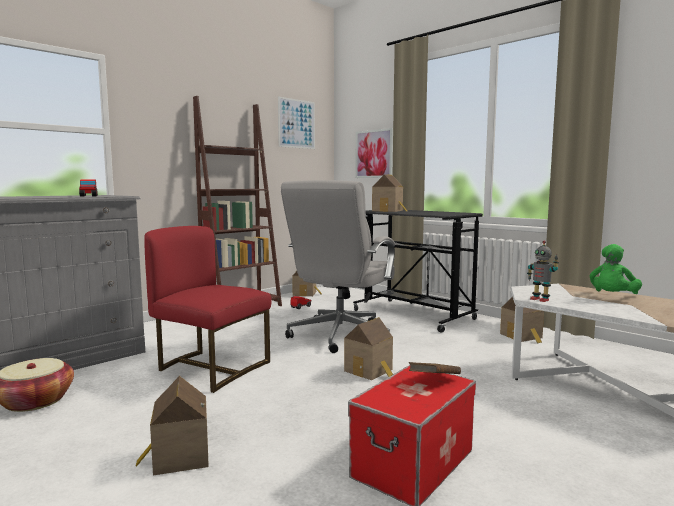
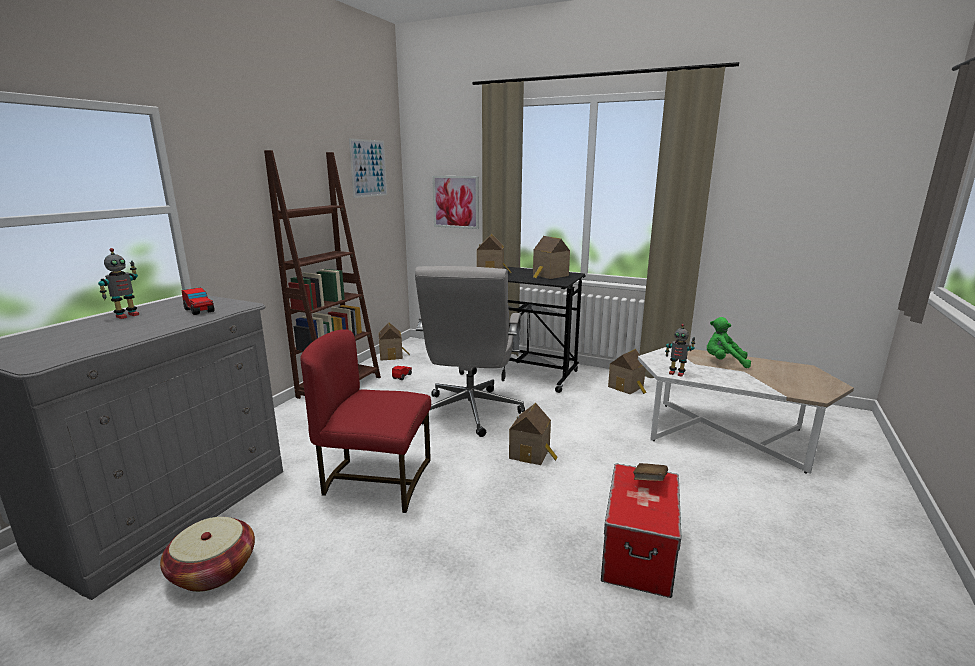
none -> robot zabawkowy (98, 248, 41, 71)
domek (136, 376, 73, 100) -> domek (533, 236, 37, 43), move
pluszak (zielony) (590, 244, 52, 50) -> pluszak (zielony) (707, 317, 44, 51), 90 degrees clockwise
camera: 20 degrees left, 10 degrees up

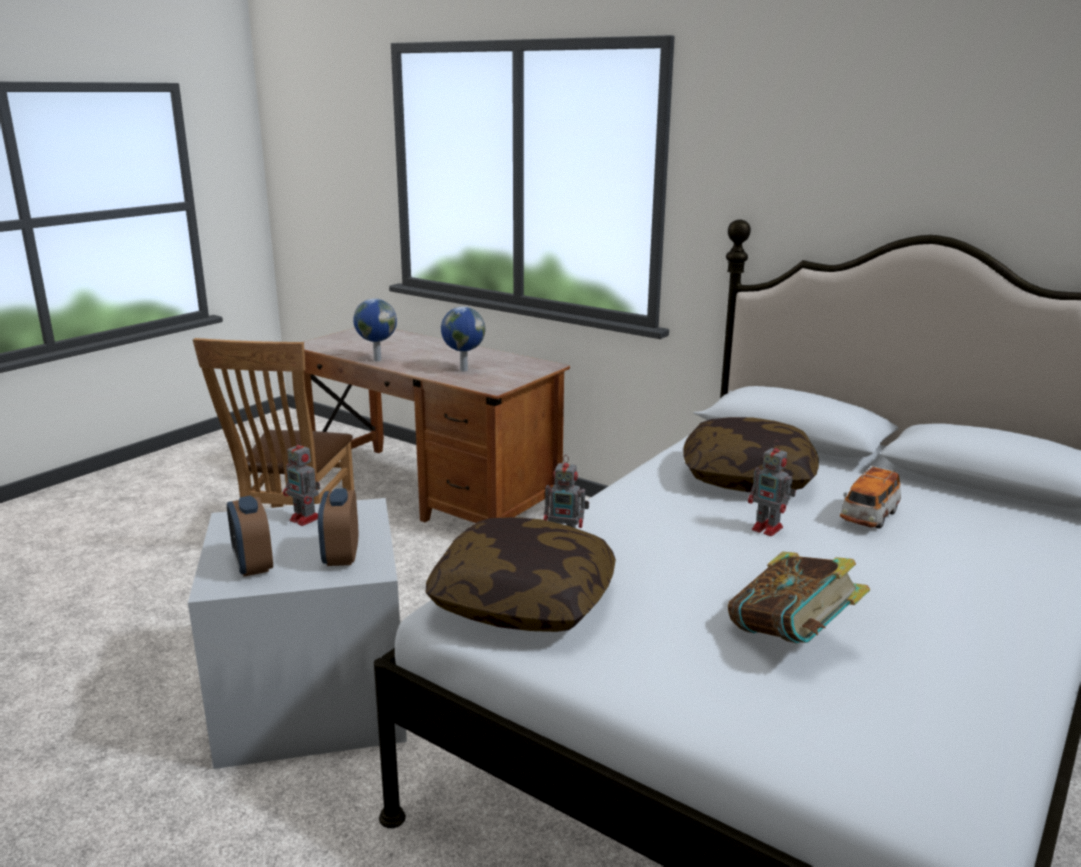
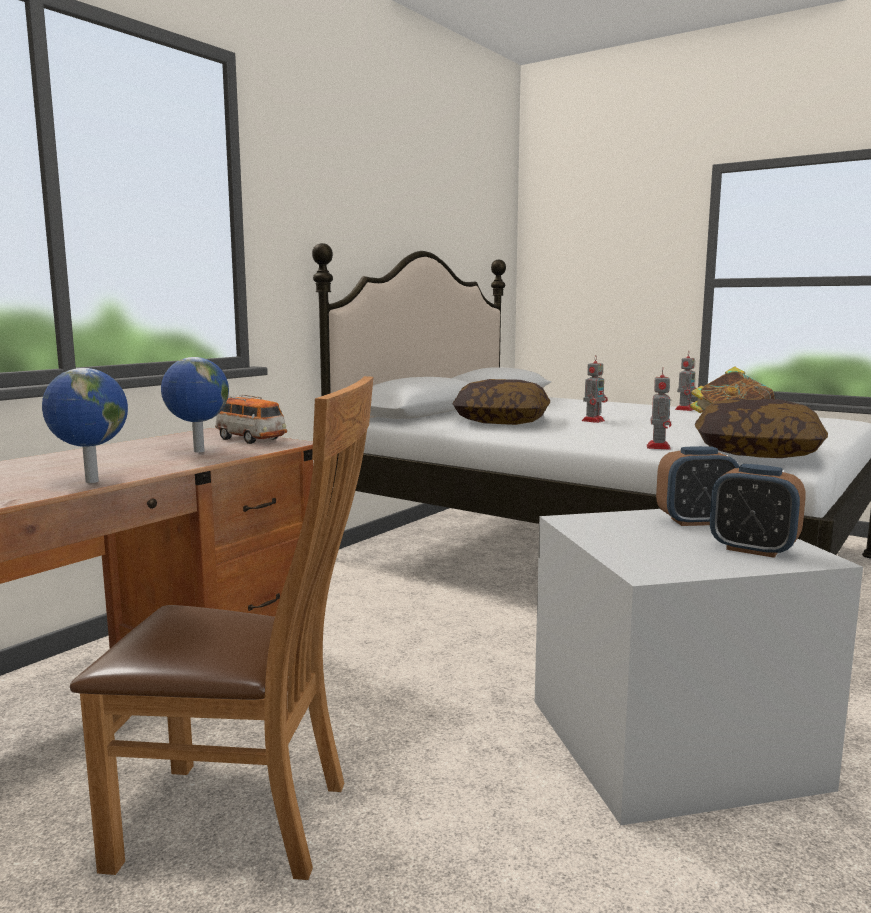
robot zabawkowy (283, 439, 37, 87) -> robot zabawkowy (675, 351, 21, 60), move
samochodzik (840, 465, 61, 64) -> samochodzik (215, 394, 72, 50), move
budzik (227, 496, 46, 81) -> budzik (710, 464, 96, 94), 60 degrees clockwise
camera: 90 degrees left, 10 degrees down

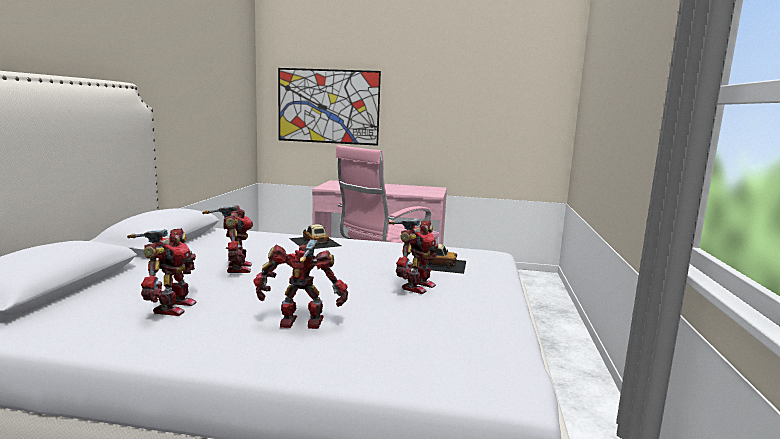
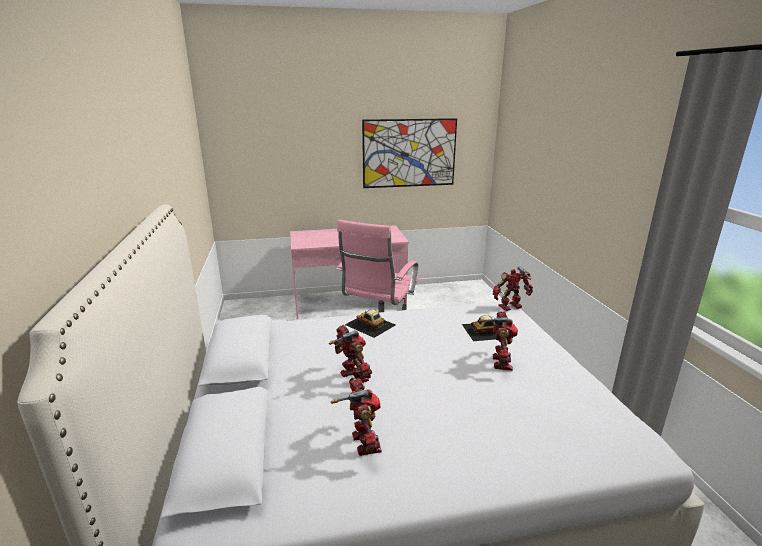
robot zabawkowy (253, 239, 95, 90) -> robot zabawkowy (493, 266, 40, 45), move
obraz (278, 68, 103, 78) -> obraz (362, 118, 95, 70), move
camera: 20 degrees left, 10 degrees up

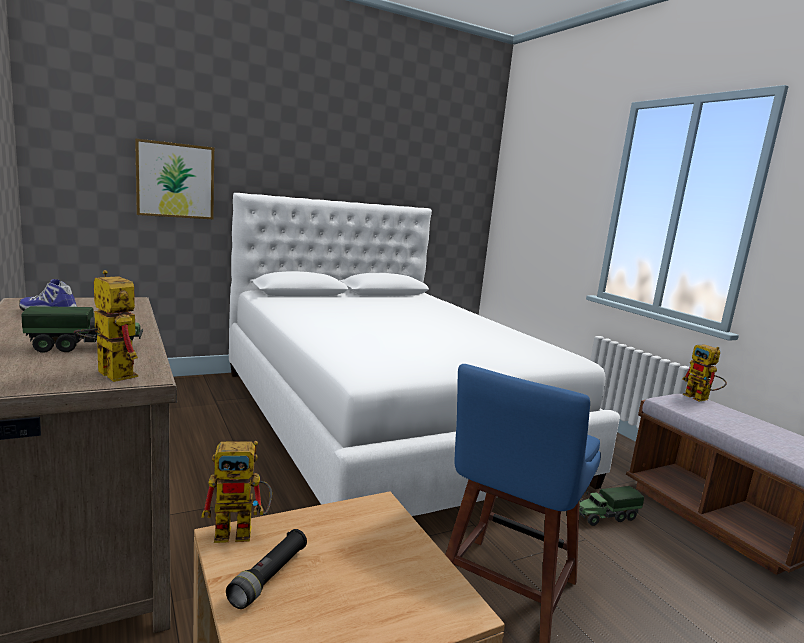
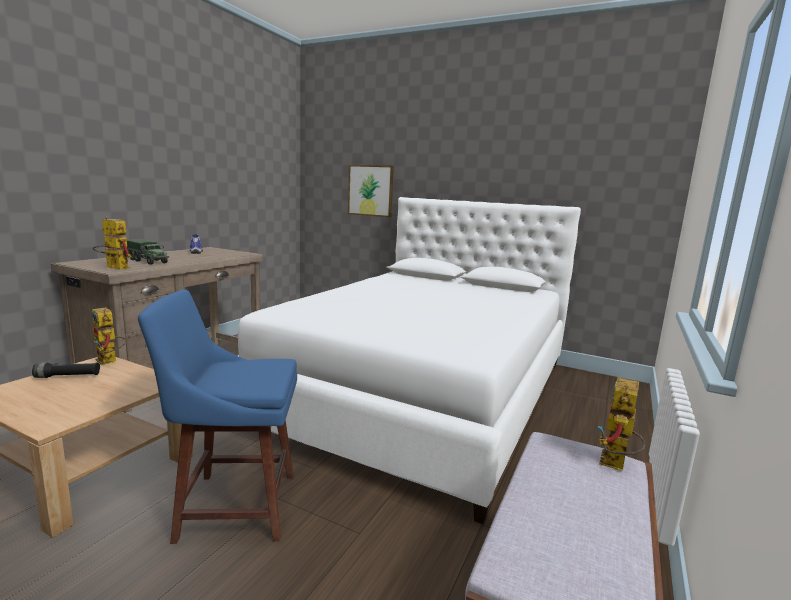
ciężarówka zabawkowa (579, 486, 65, 40) -> none
robot zabawkowy (74, 270, 64, 112) -> robot zabawkowy (93, 216, 38, 54), 75 degrees counterclockwise
camera: 55 degrees right, 0 degrees up

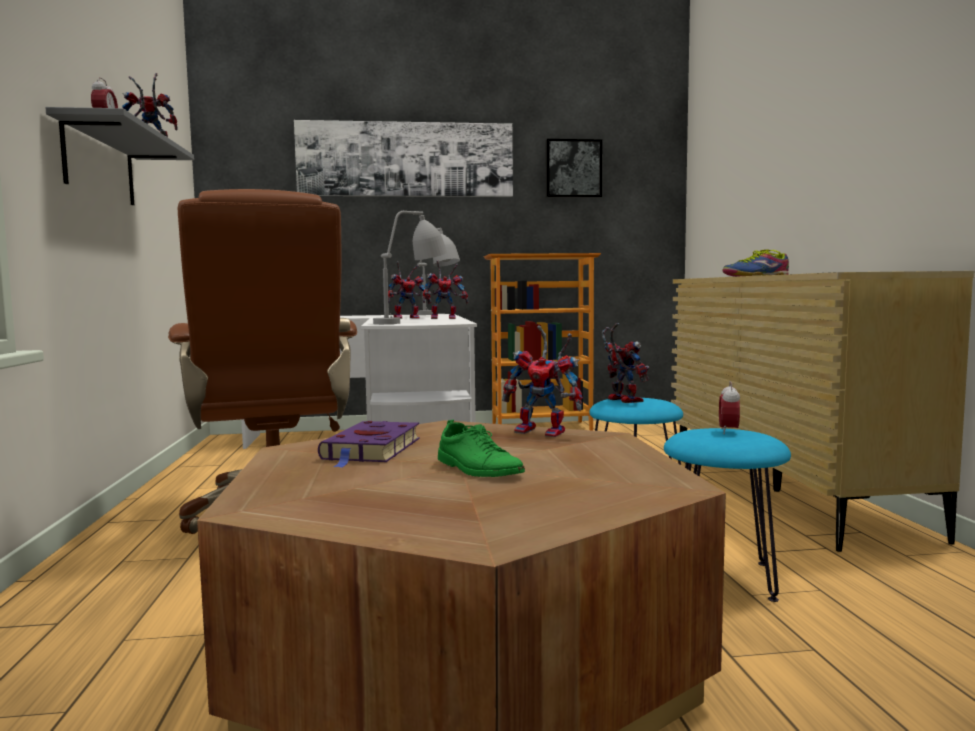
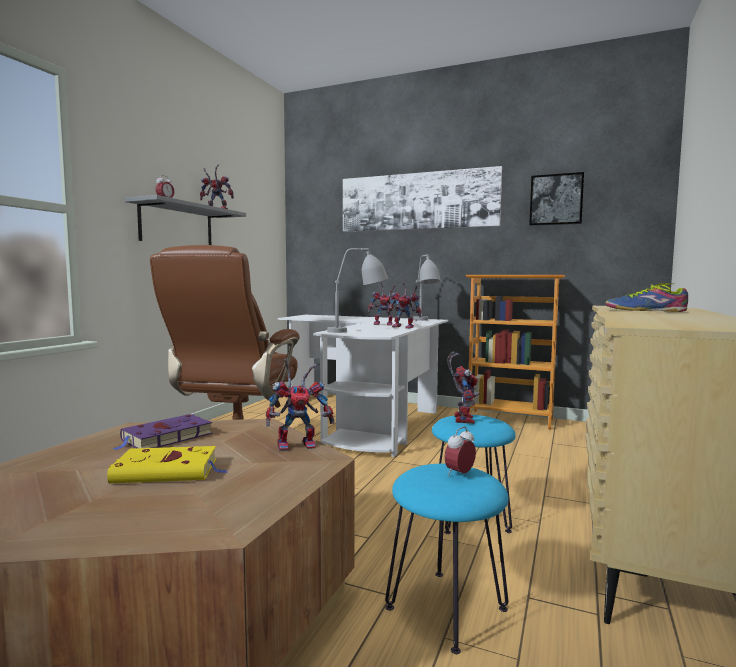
but (zielony) (438, 420, 87, 57) -> książka (żółty) (107, 446, 121, 37)
robot zabawkowy (502, 325, 81, 112) -> robot zabawkowy (266, 359, 69, 92), 75 degrees counterclockwise
camera: 30 degrees right, 0 degrees up

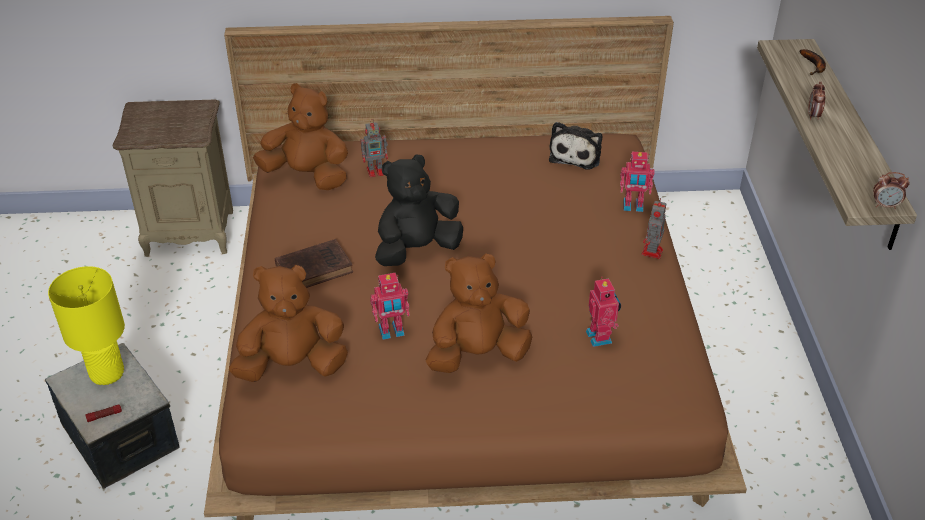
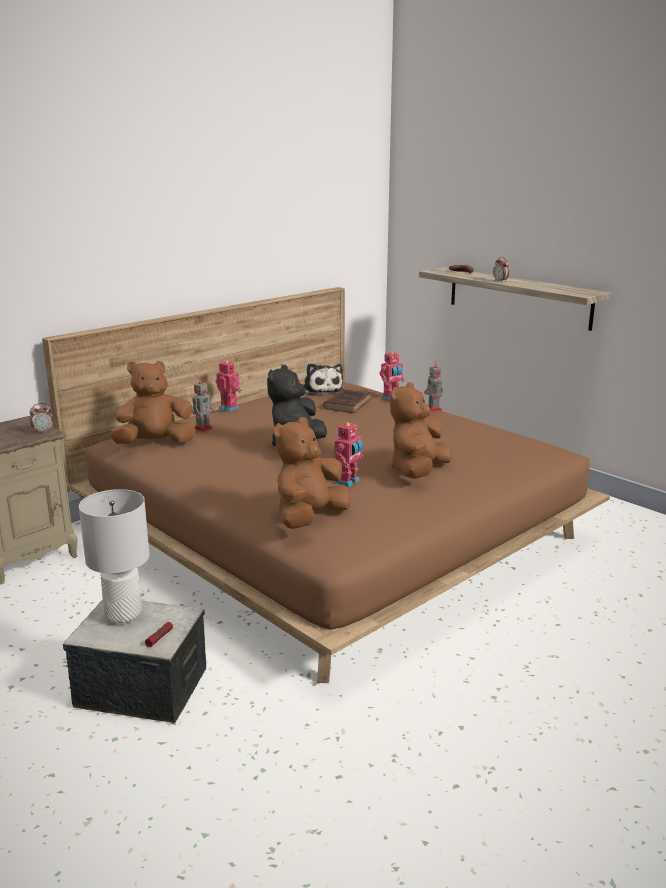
książka (brązowy) (275, 239, 78, 49) -> książka (brązowy) (323, 389, 48, 24), move
robot zabawkowy (586, 277, 35, 70) -> robot zabawkowy (216, 360, 26, 52), move
budzik (873, 172, 37, 37) -> budzik (29, 403, 24, 31), move
lampa stołowa (żółty) (48, 266, 77, 119) -> lampa stołowa (szary) (79, 489, 71, 135)
camera: 40 degrees left, 20 degrees down

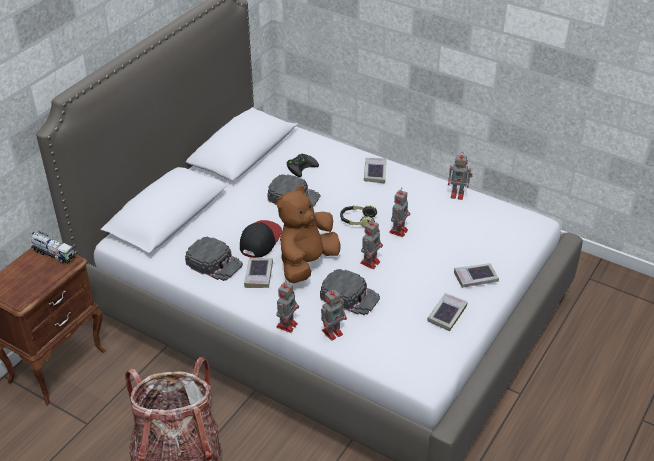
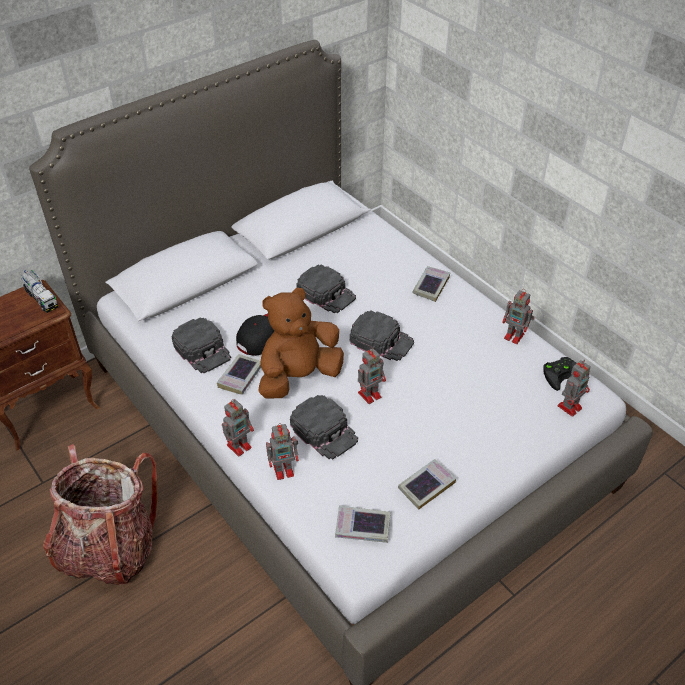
pad do gier (czarny) (286, 154, 33, 23) -> pad do gier (czarny) (543, 357, 34, 34), move
robot zabawkowy (389, 190, 21, 47) -> robot zabawkowy (557, 360, 34, 57), move
książka (454, 263, 45, 25) -> książka (335, 505, 55, 38), move
słuchawki (340, 205, 37, 23) -> czapka z daszkiem (czarny) (350, 310, 64, 51)
camera: 20 degrees right, 5 degrees up

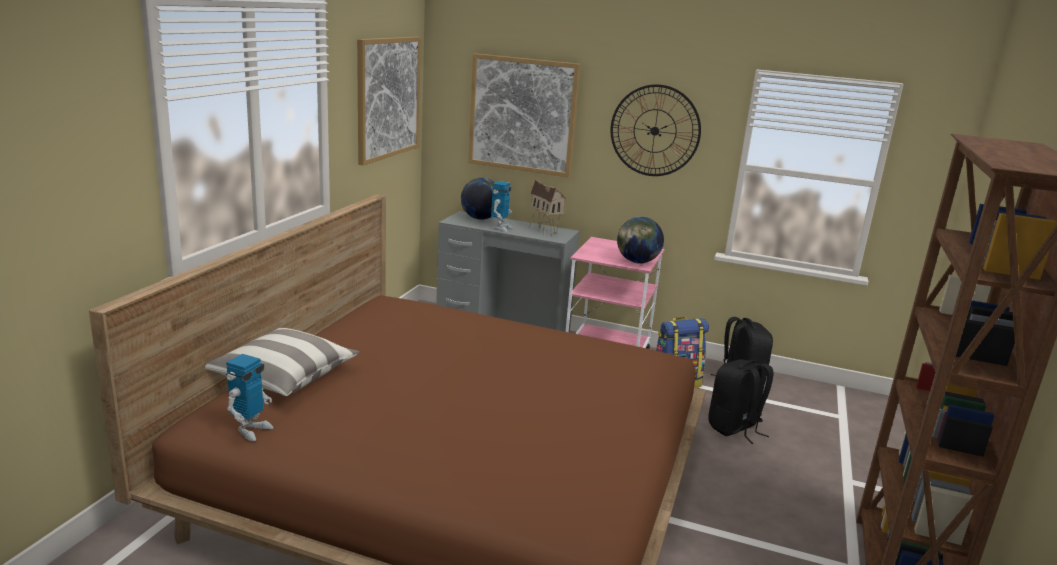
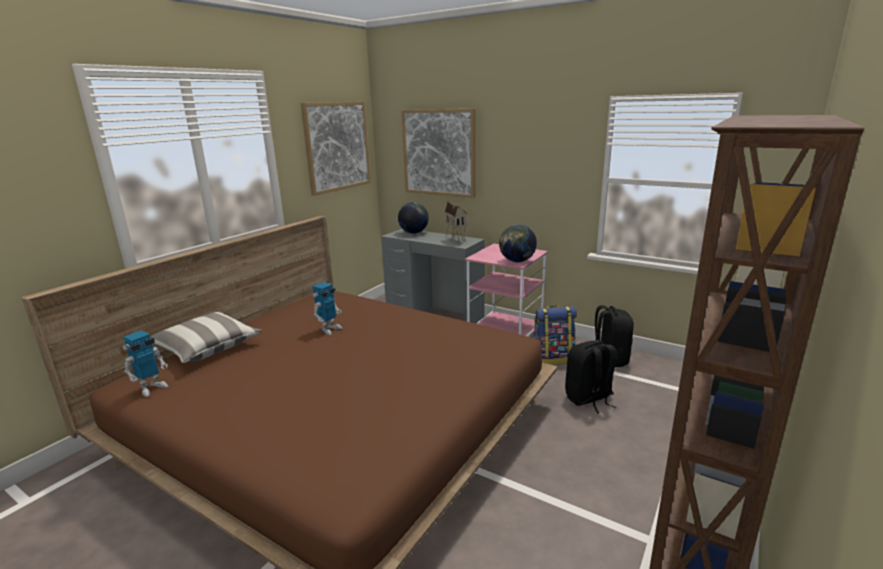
zegar ścienny (610, 84, 91, 92) -> none
robot zabawkowy (491, 181, 22, 51) -> robot zabawkowy (313, 282, 30, 53), move
camera: 15 degrees right, 0 degrees up

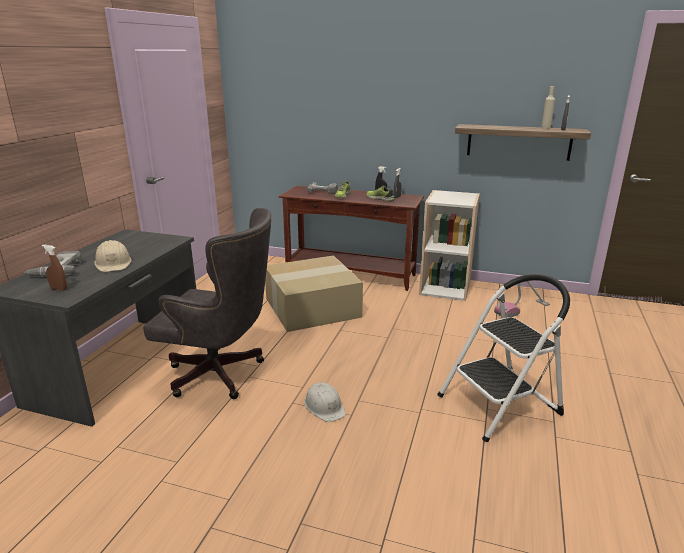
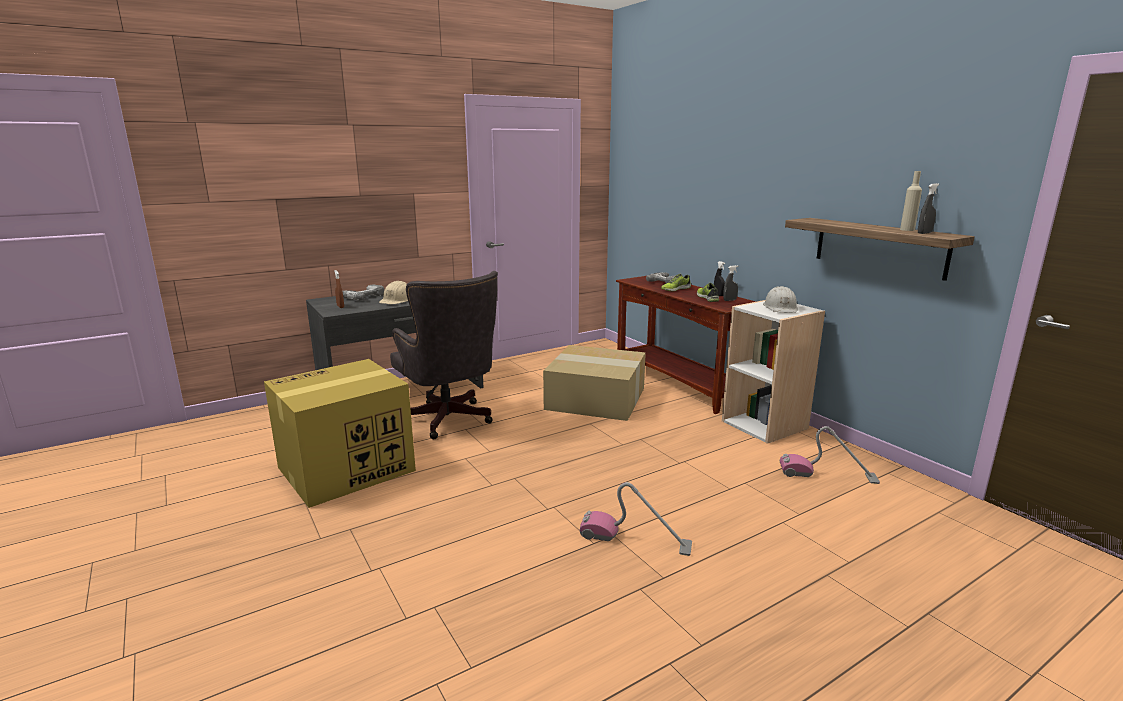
none -> karton (264, 359, 152, 149)
kask (biały) (304, 382, 42, 40) -> kask (biały) (763, 286, 35, 27), move
drabinka (437, 274, 133, 168) -> odkurzacz (580, 482, 112, 74)
camera: 40 degrees right, 5 degrees down

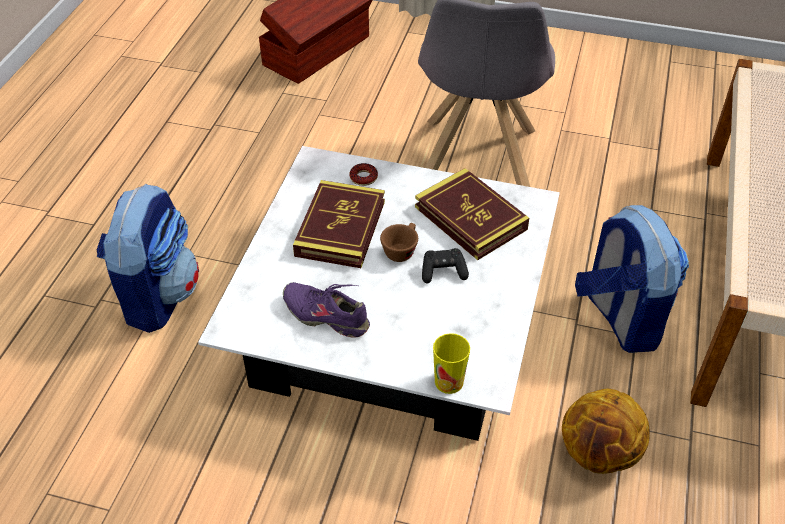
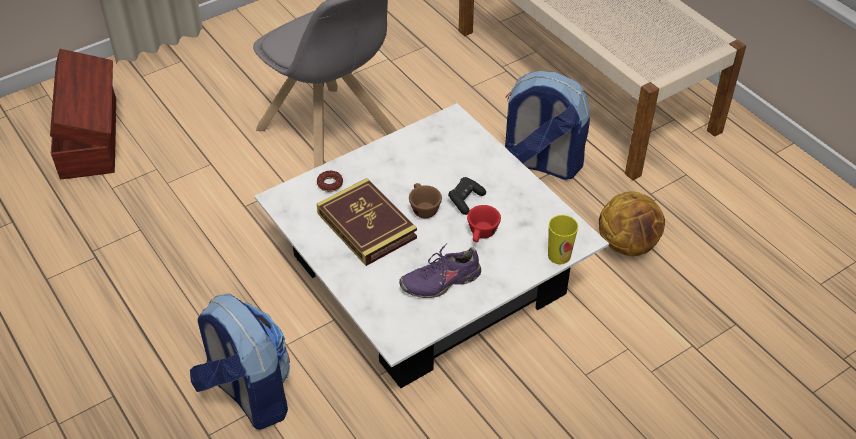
książka (415, 168, 114, 92) -> none
none -> filiżanka (czerwony) (467, 205, 34, 37)
camera: 50 degrees left, 0 degrees up

